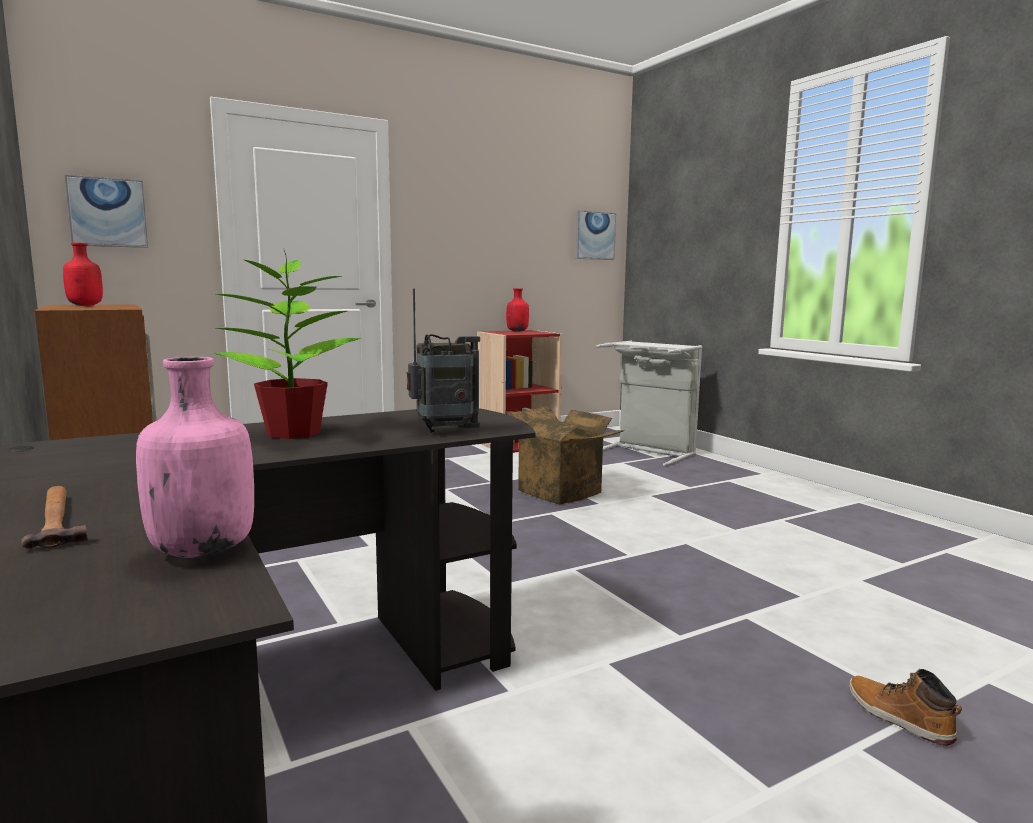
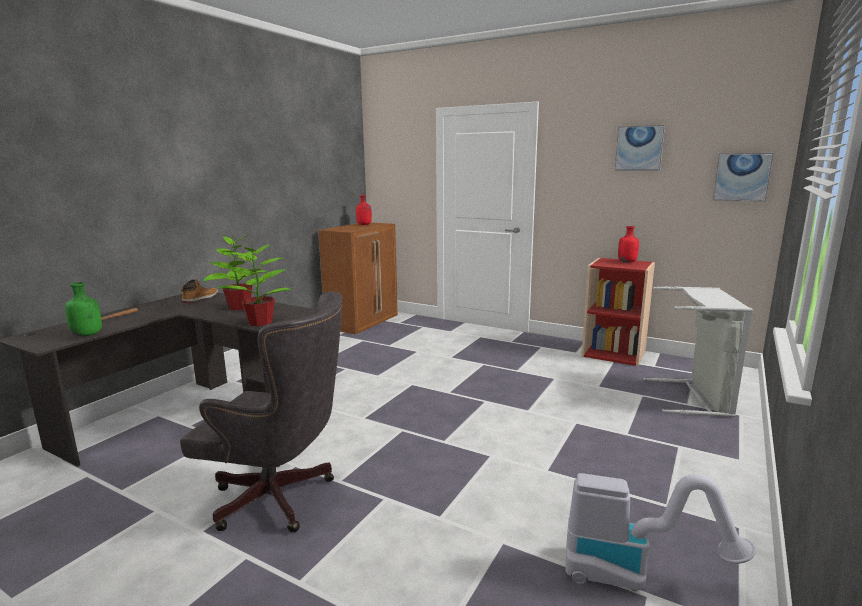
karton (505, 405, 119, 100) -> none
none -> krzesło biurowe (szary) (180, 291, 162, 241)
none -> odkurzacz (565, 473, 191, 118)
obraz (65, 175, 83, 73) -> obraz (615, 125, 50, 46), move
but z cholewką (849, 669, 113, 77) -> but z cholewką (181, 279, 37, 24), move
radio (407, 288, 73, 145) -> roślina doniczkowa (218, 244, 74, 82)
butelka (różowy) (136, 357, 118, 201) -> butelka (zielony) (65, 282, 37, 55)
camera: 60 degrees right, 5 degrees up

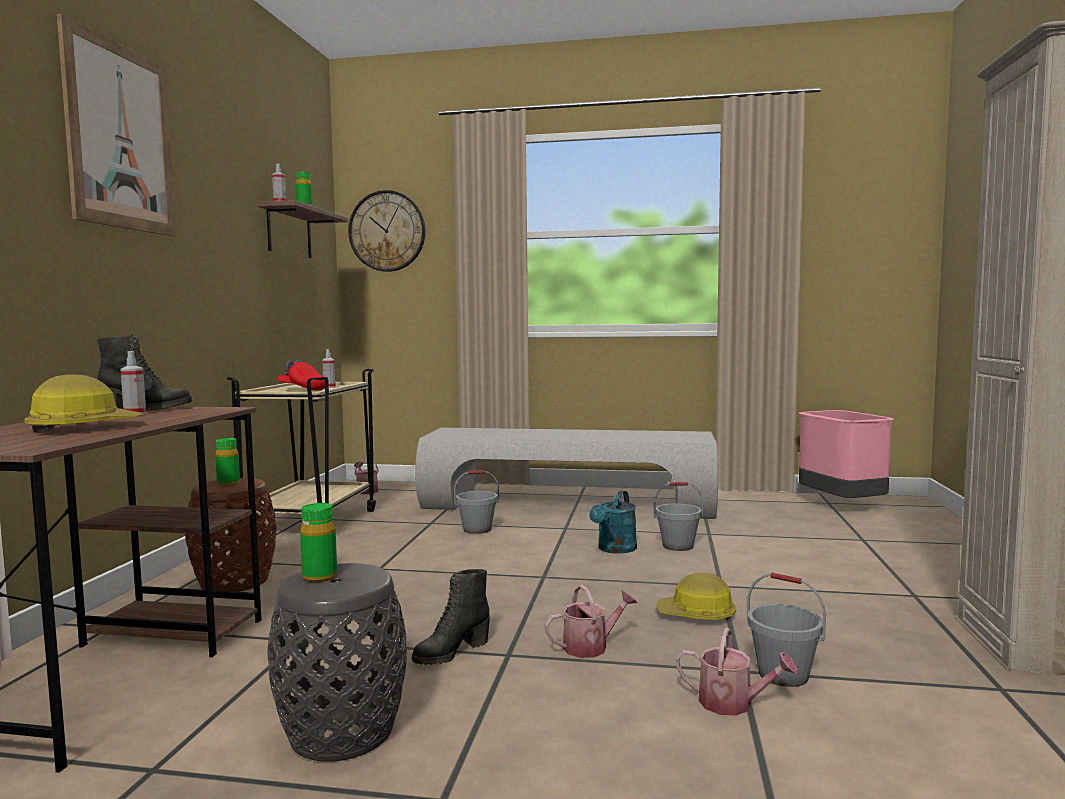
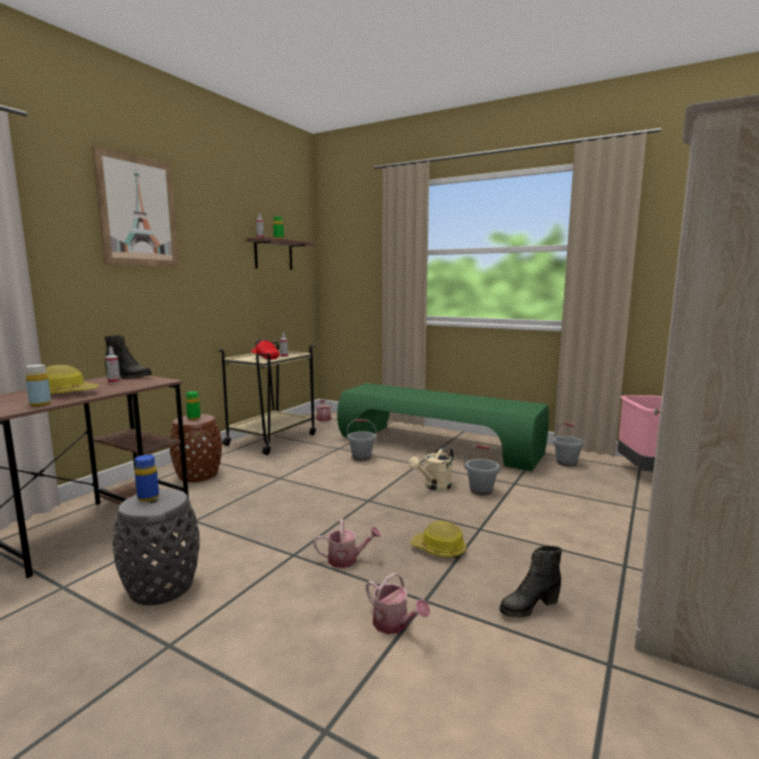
zegar ścienny (348, 190, 77, 82) -> none
none -> butelka (żółty) (25, 364, 26, 42)
but z cholewką (czarny) (412, 569, 78, 96) -> but z cholewką (czarny) (499, 546, 63, 72), move
wiadro (szary) (747, 573, 79, 114) -> wiadro (szary) (553, 422, 31, 44), move
butelka (zielony) (300, 503, 37, 79) -> butelka (niebieski) (135, 455, 24, 47)
ławka (szary) (415, 428, 303, 91) -> ławka (zielony) (337, 383, 212, 88)
konewka (turkusowy) (589, 491, 48, 63) -> konewka (beżowy) (409, 446, 44, 45)
camera: 20 degrees right, 5 degrees up

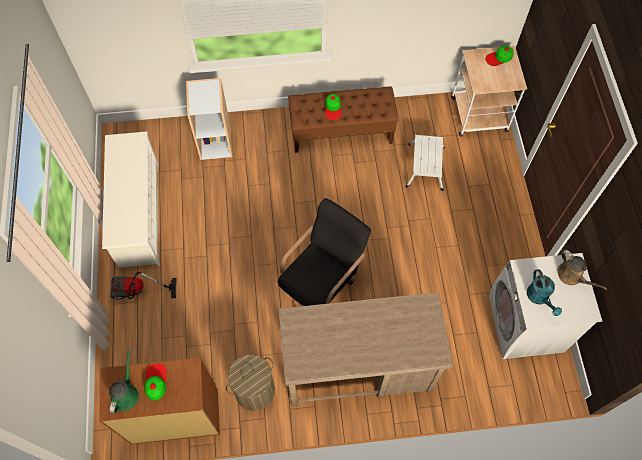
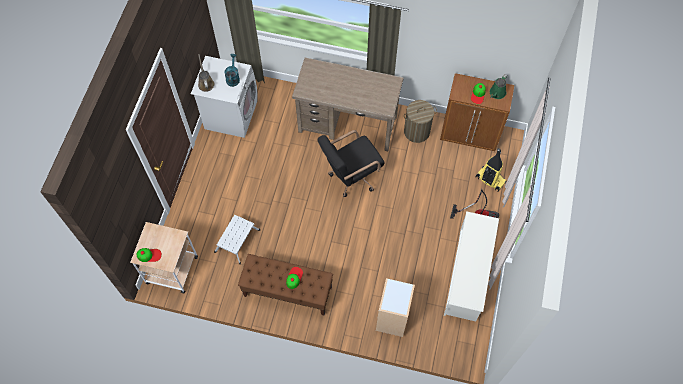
none -> odkurzacz (476, 148, 31, 44)
camera: 160 degrees left, 0 degrees up

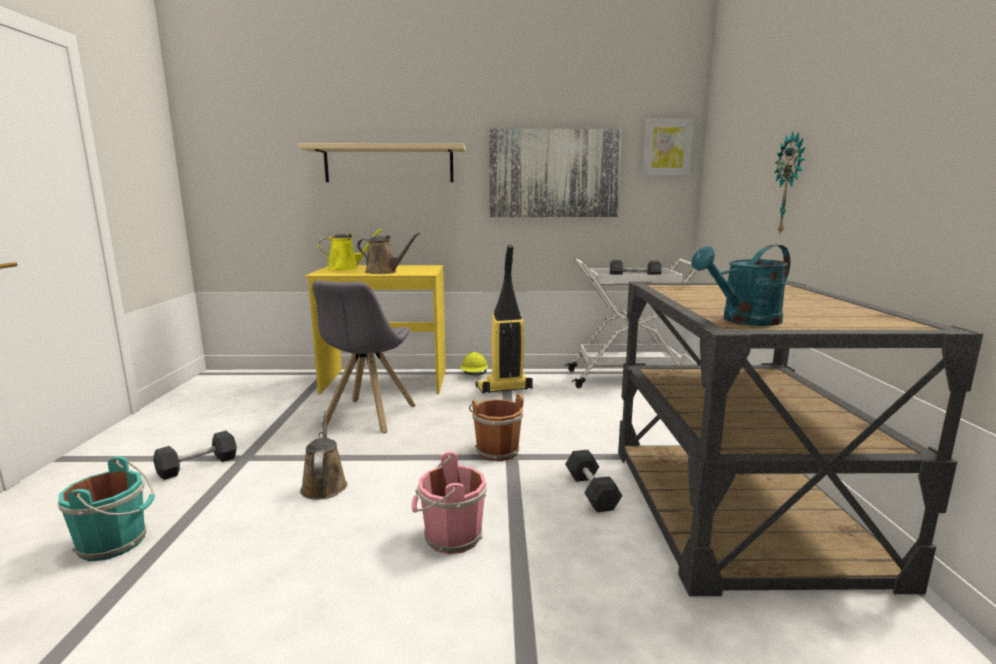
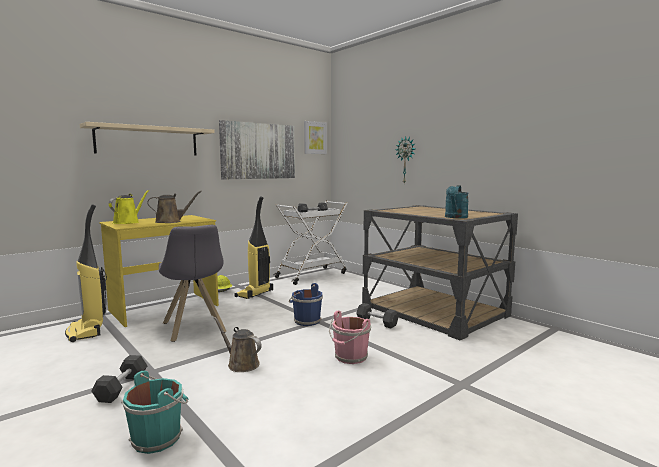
none -> odkurzacz (65, 204, 42, 138)
wiadro (brązowy) (469, 394, 55, 67) -> wiadro (niebieski) (289, 283, 34, 43)
camera: 40 degrees left, 5 degrees down

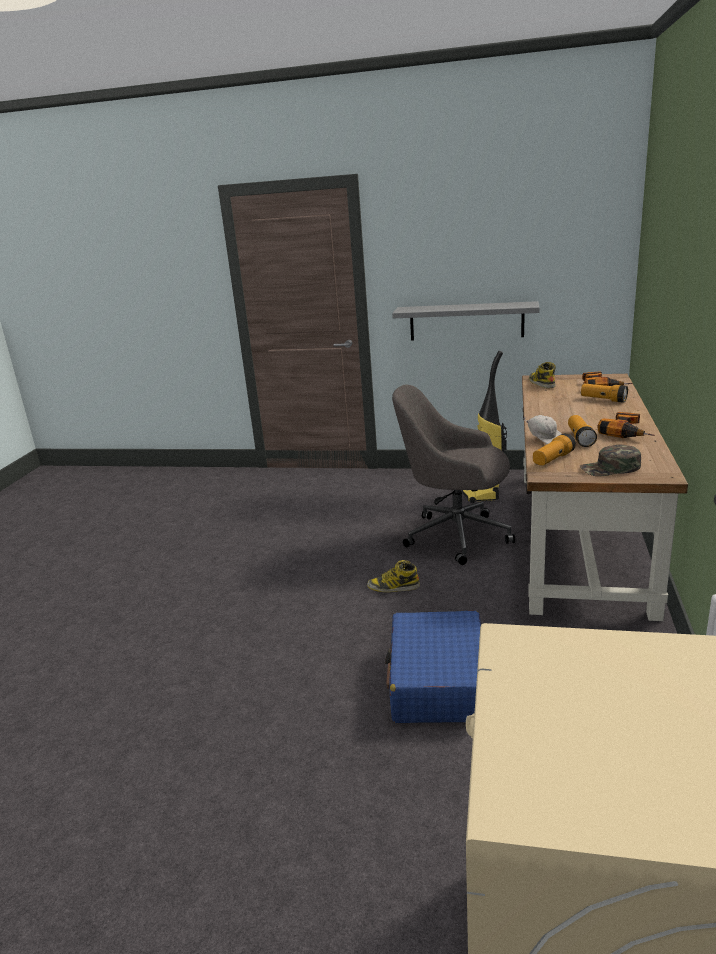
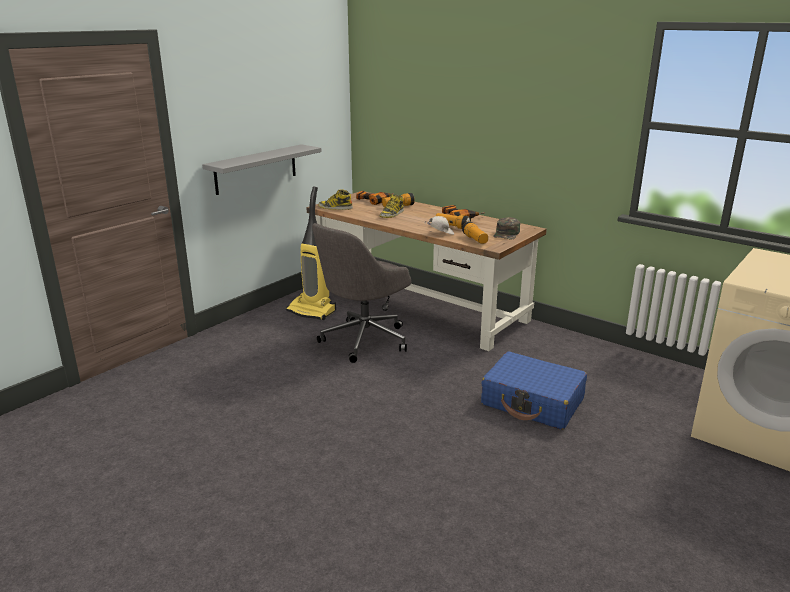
but z cholewką (367, 560, 53, 32) -> but z cholewką (380, 194, 24, 24), move
camera: 65 degrees left, 0 degrees up

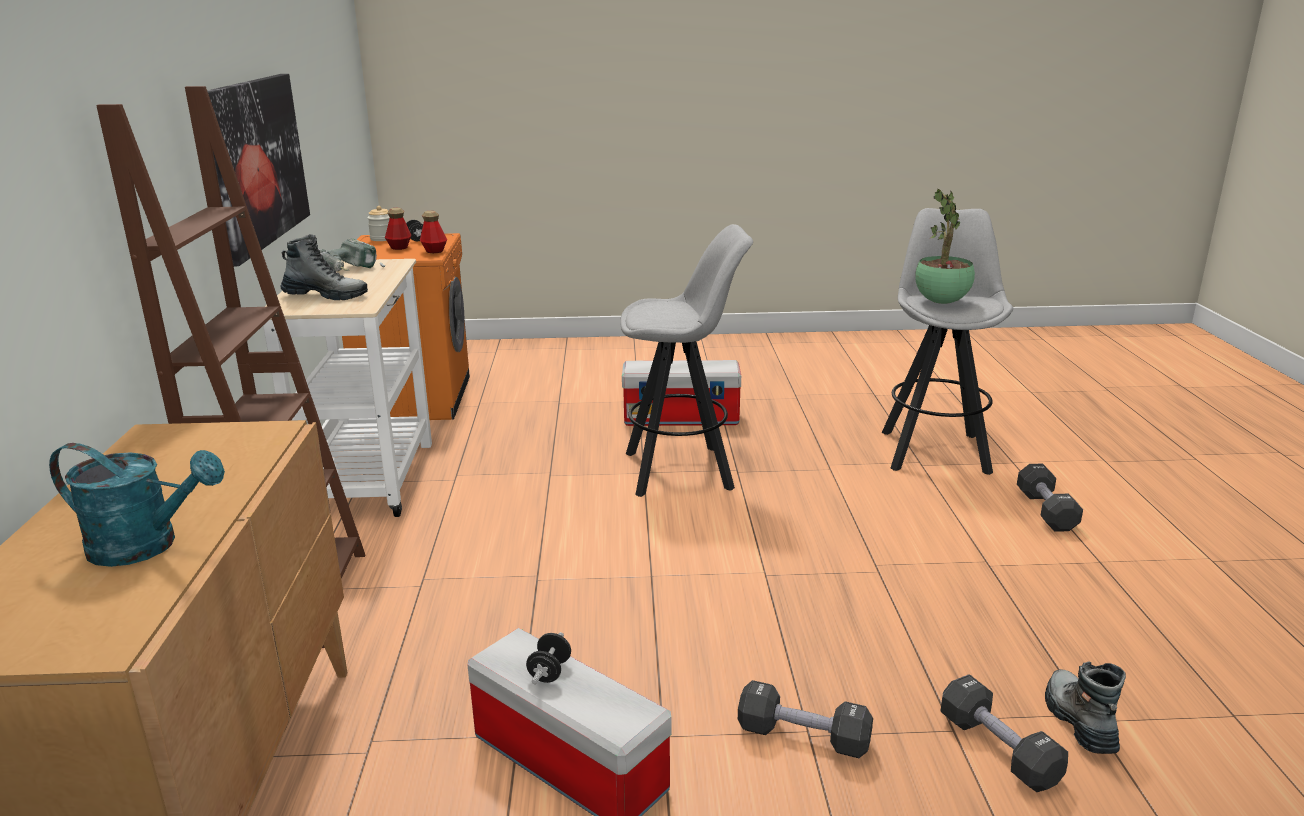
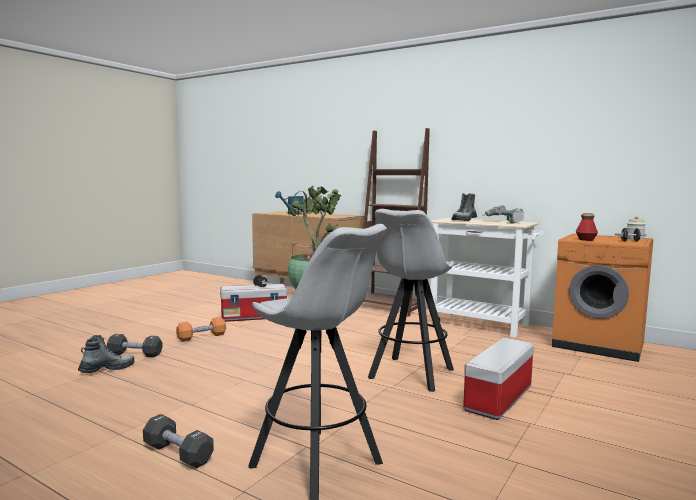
obraz (207, 74, 103, 192) -> none
butelka (385, 208, 26, 42) -> none
hantel (czarny) (738, 680, 135, 78) -> hantel (pomarańczowy) (176, 317, 50, 25)
but z cholewką (1045, 661, 81, 93) -> but z cholewką (78, 335, 57, 38), 75 degrees counterclockwise
camera: 125 degrees right, 15 degrees down

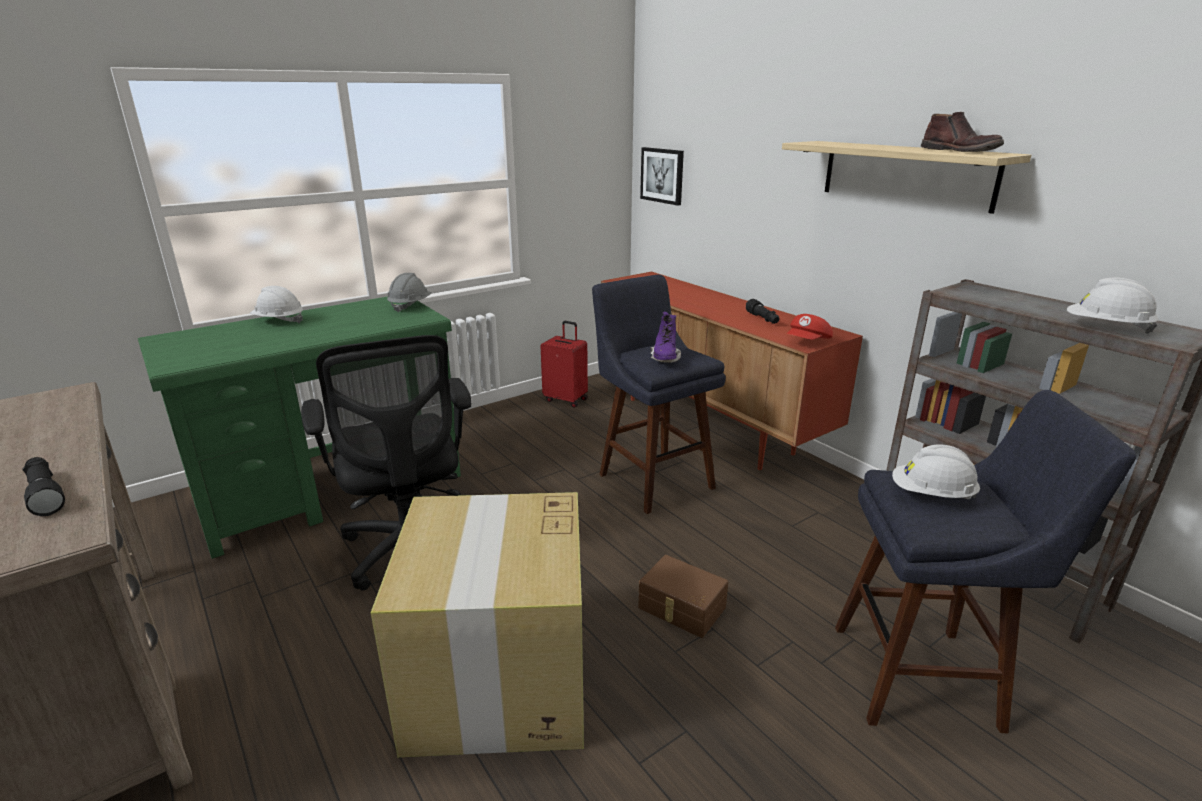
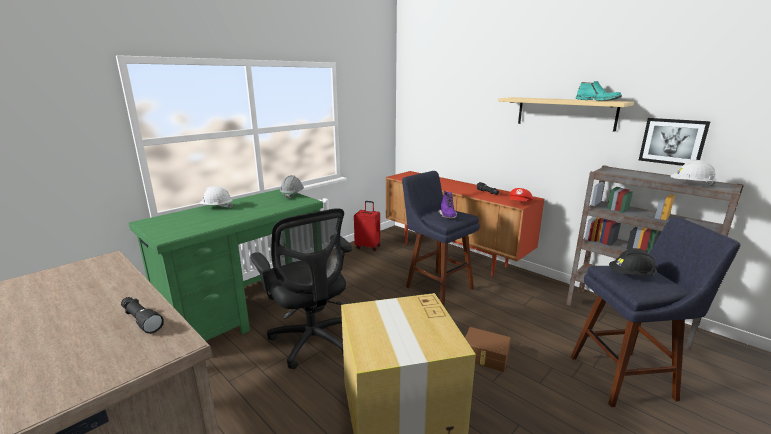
obraz (640, 147, 44, 59) -> obraz (639, 118, 72, 48), move
kask (biały) (892, 444, 88, 55) -> kask (czarny) (609, 248, 48, 28)
but z cholewką (brązowy) (921, 112, 83, 40) -> but z cholewką (turkusowy) (576, 81, 46, 20)
camera: 10 degrees left, 5 degrees down

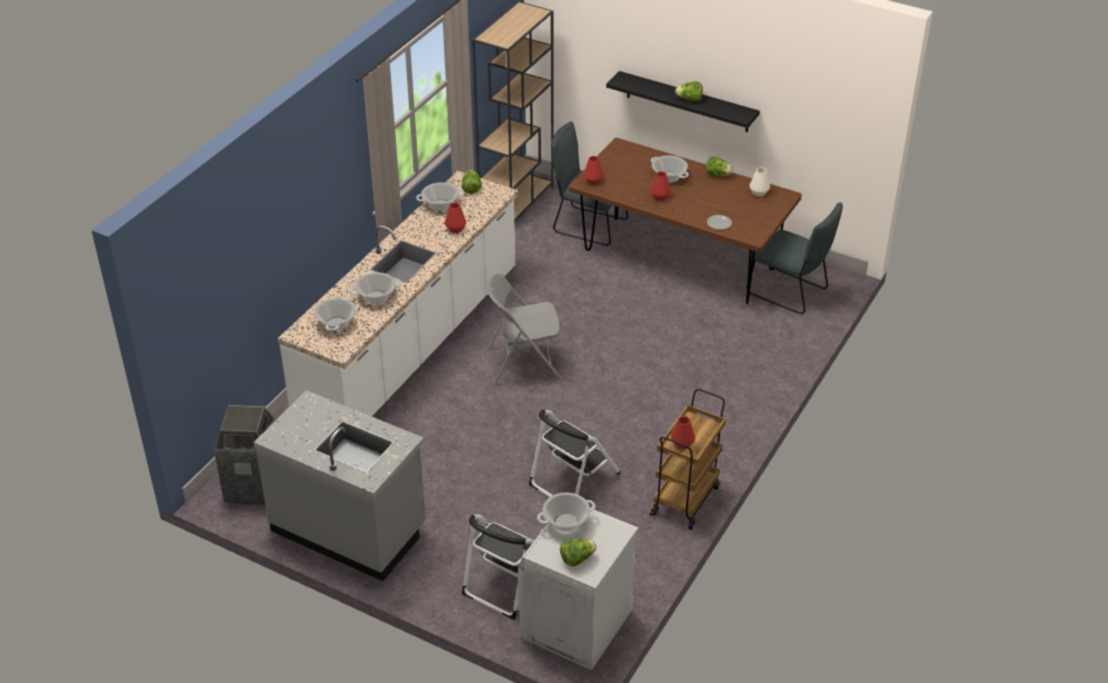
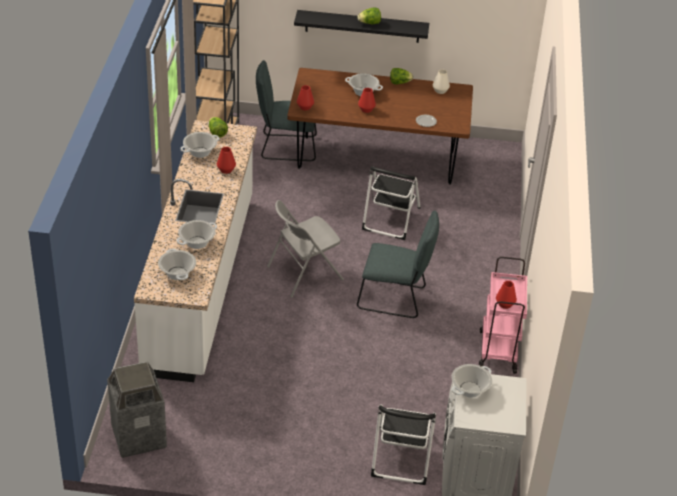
zabudowa kuchenna (szary) (253, 390, 173, 191) -> none
sałata (560, 539, 37, 28) -> none
drabinka (529, 409, 92, 88) -> drabinka (362, 166, 59, 74), move
krzesło (szary) (750, 202, 93, 112) -> krzesło (szary) (357, 211, 82, 107), move
wózek (brązowy) (649, 389, 77, 141) -> wózek (różowy) (479, 257, 48, 117)
camera: 25 degrees left, 0 degrees up

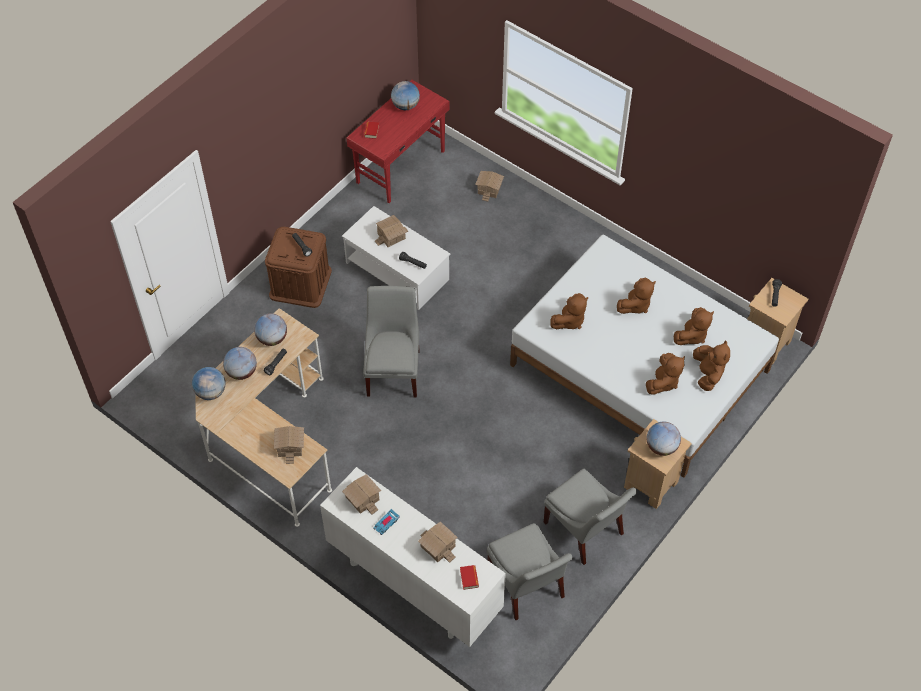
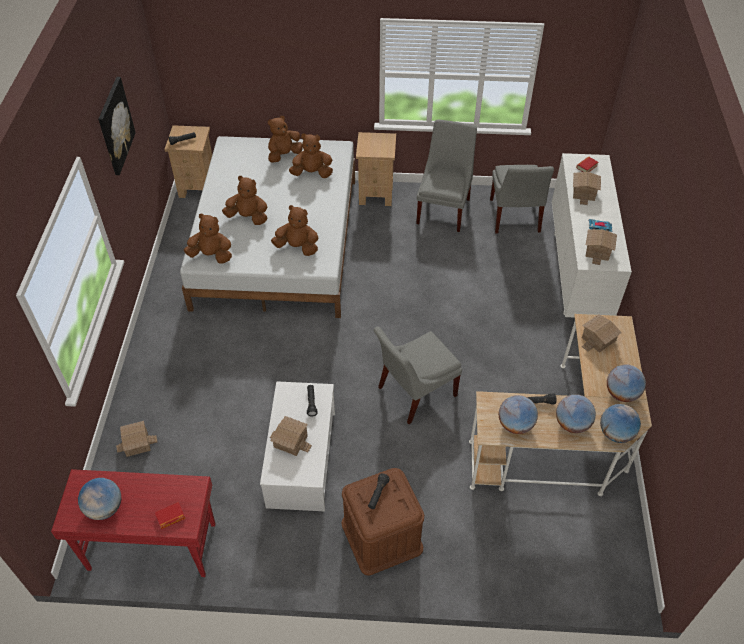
none -> obraz (98, 77, 38, 98)
globus (647, 421, 34, 35) -> globus (607, 364, 39, 38), move
pluszak (brązowy) (674, 307, 40, 38) -> pluszak (brązowy) (184, 214, 48, 50), move
krzesło (szary) (487, 523, 86, 97) -> krzesło (szary) (490, 165, 64, 68), 150 degrees clockwise
camera: 125 degrees left, 5 degrees down

